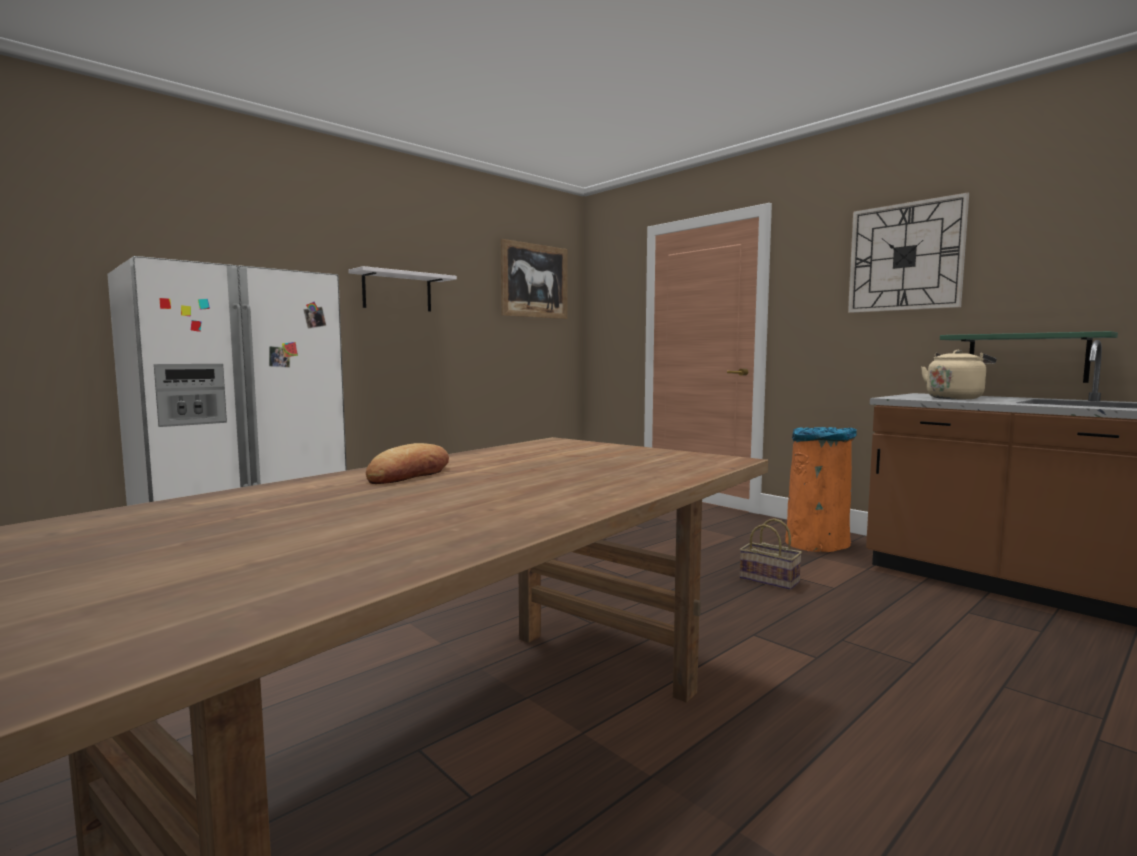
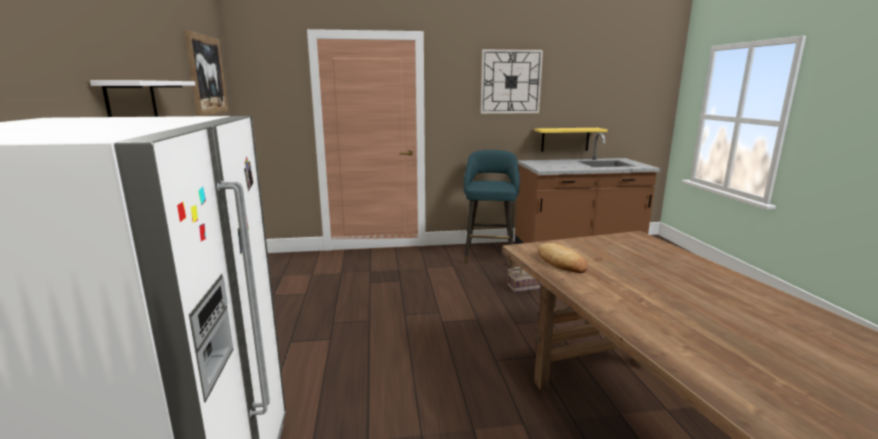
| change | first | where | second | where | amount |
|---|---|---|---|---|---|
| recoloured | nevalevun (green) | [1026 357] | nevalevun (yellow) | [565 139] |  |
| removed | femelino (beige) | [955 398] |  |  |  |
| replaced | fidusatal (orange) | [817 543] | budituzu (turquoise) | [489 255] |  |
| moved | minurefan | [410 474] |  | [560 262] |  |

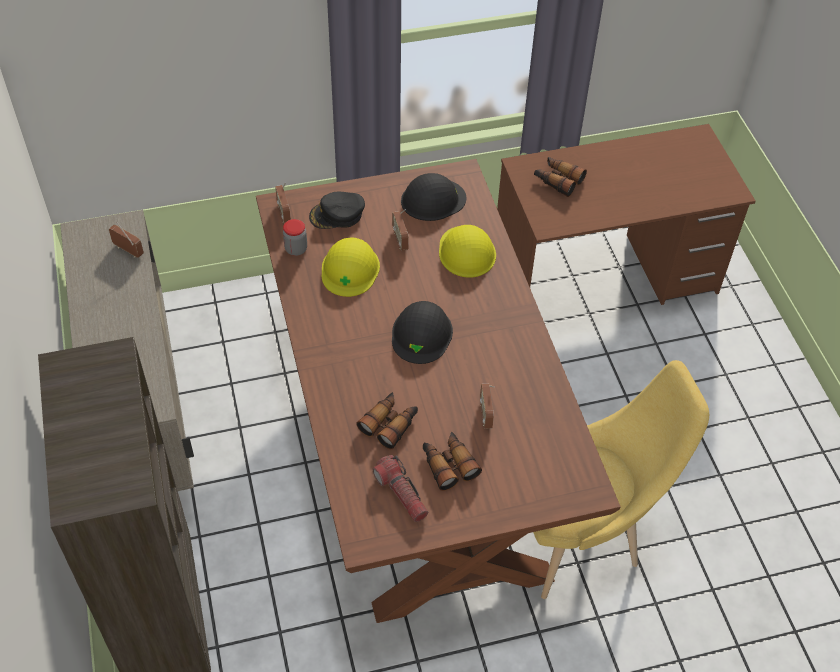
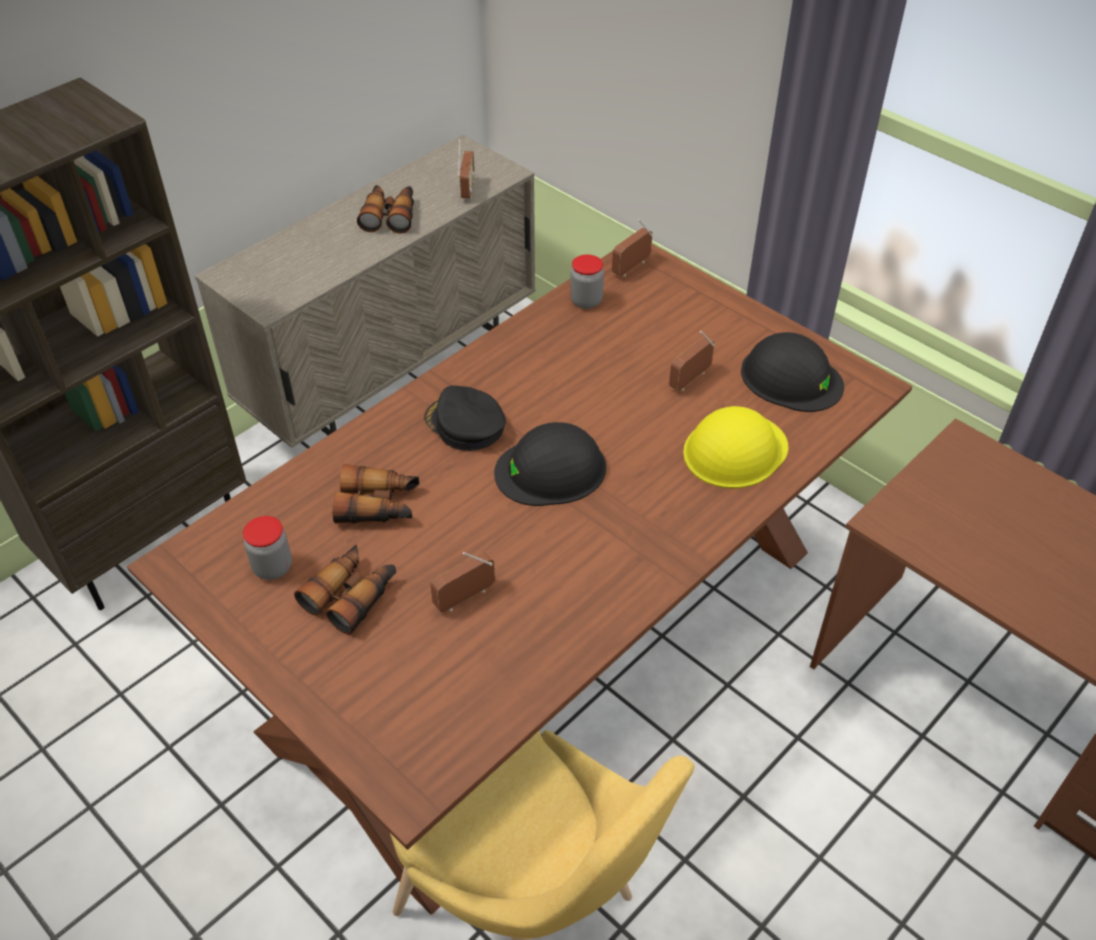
| change | first | where | second | where | amount |
|---|---|---|---|---|---|
| moved | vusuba | [557 180] |  | [390 215] |  |
| moved | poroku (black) | [337 215] |  | [465 424] |  |
| removed | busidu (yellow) | [350 269] |  |  |  |
| replaced | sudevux | [401 494] | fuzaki | [273 567] |  |

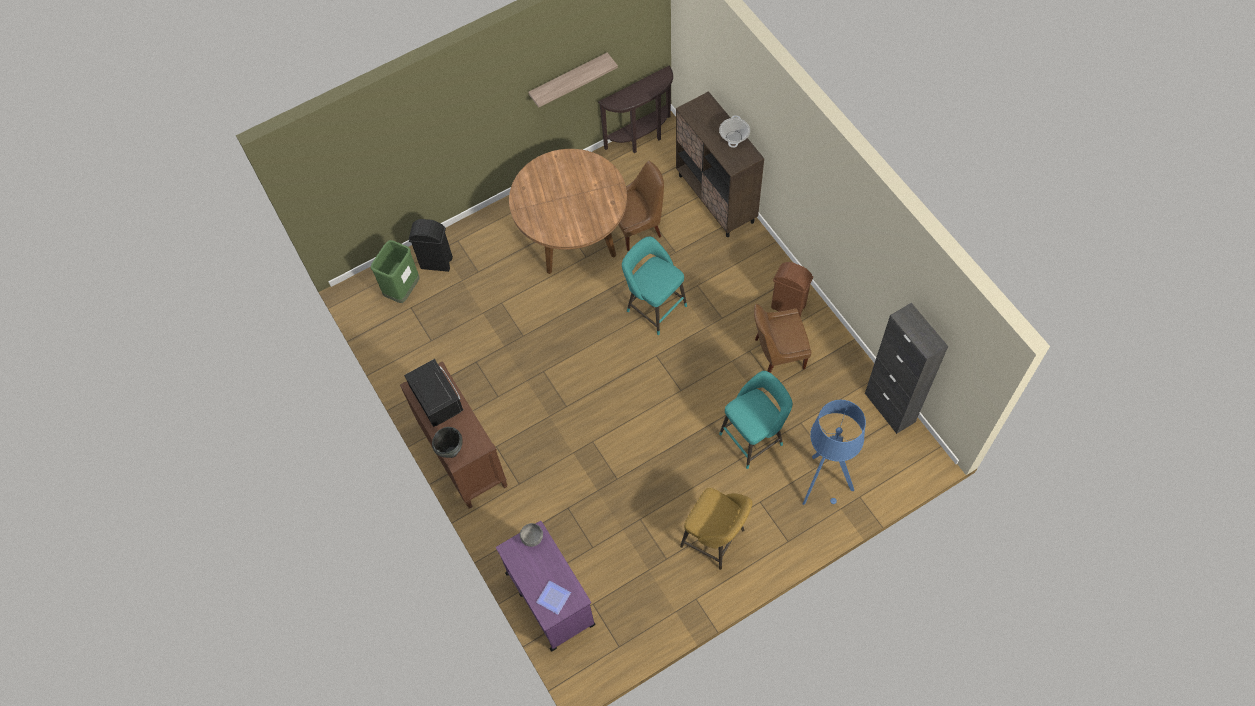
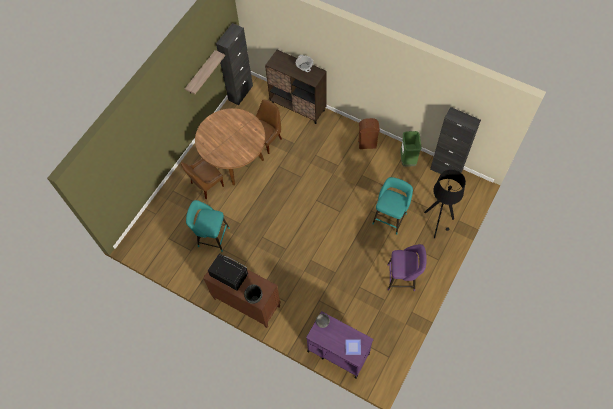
| change | first | where | second | where | amount |
|---|---|---|---|---|---|
| replaced | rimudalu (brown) | [642 138] | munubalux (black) | [240 93] |  |
| removed | fidusatal (black) | [436 262] |  |  |  |
| moved | budituzu (turquoise) | [654 306] |  | [211 237] |  |
| moved | fidusatal (green) | [403 290] |  | [407 160] |  |
| moved | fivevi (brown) | [777 354] |  | [206 185] |  |
| recoloured | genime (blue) | [823 483] | genime (black) | [437 223] |  |
| recoloured | budituzu (yellow) | [715 540] | budituzu (purple) | [403 277] |  |

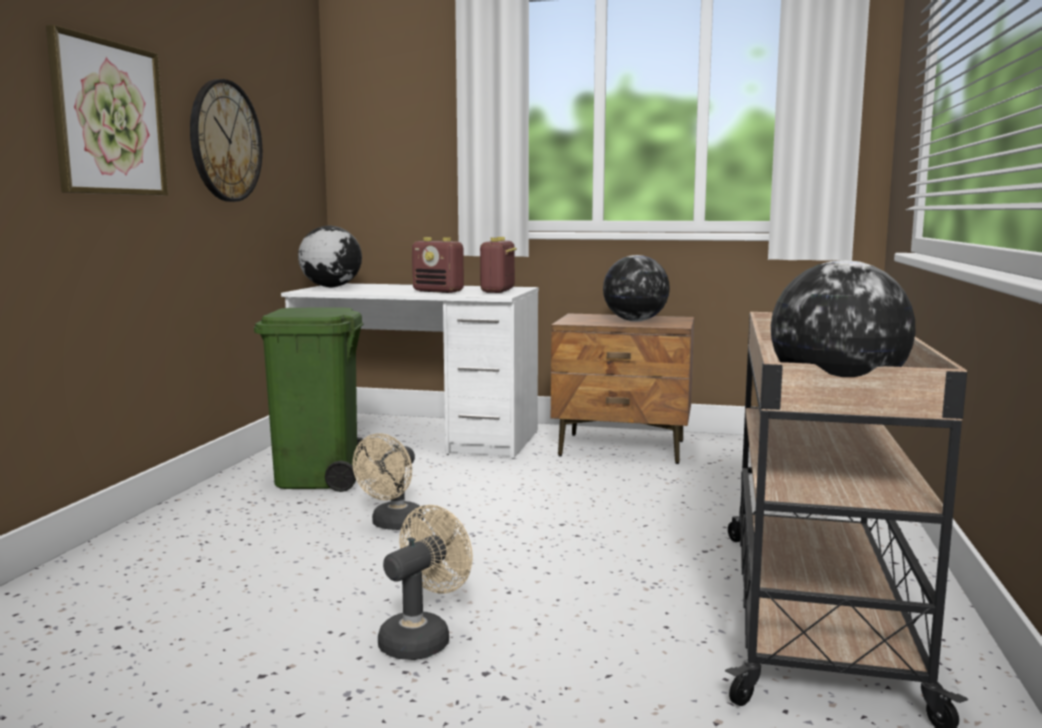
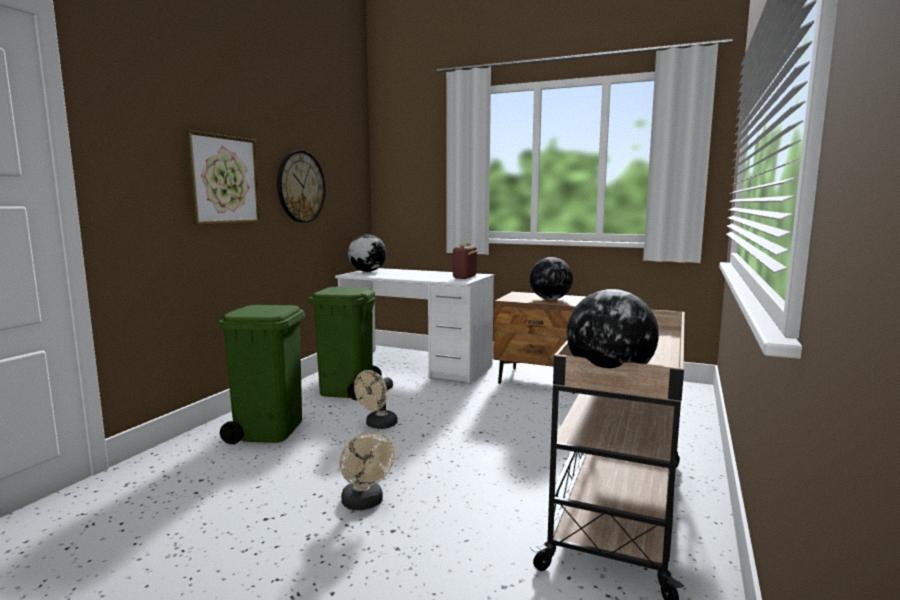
| change | first | where | second | where | amount |
|---|---|---|---|---|---|
| removed | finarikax | [438 291] |  |  |  |
| turned | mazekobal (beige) | [422 638] |  | [365 503] | 105 degrees clockwise |
| added |  |  | fidusatal (green) | [269 430] |  |

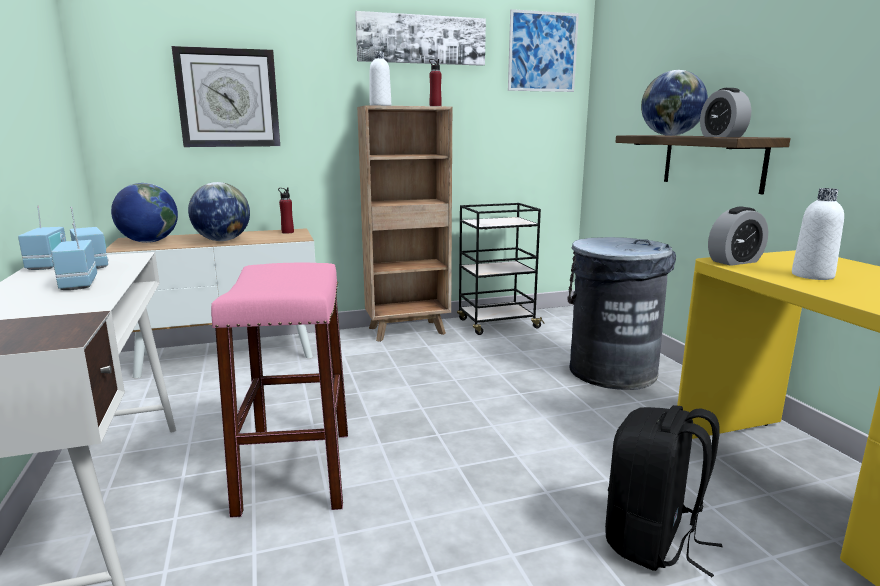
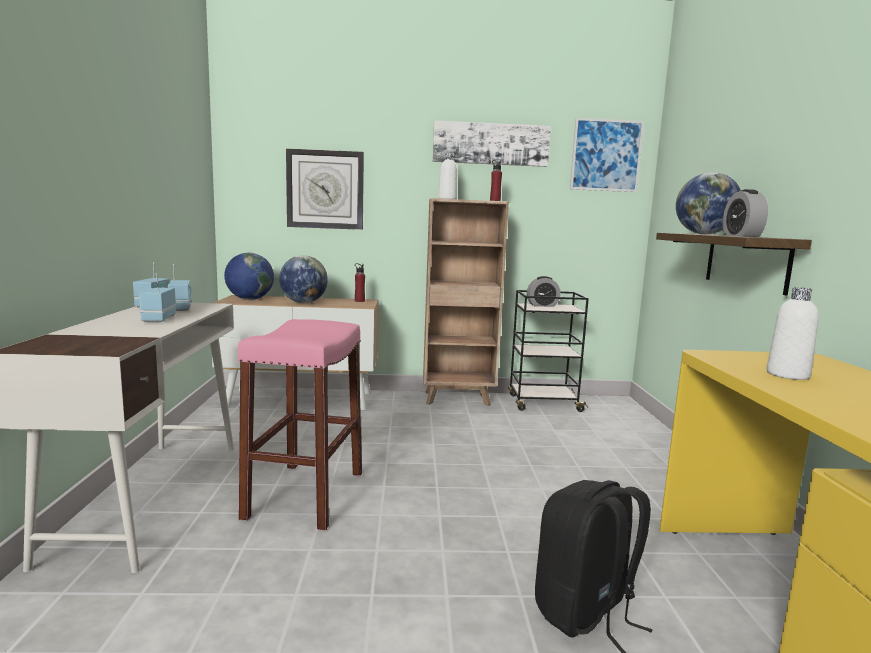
| change | first | where | second | where | amount |
|---|---|---|---|---|---|
| moved | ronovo | [734 261] |  | [542 305] |  |
| removed | fidusatal (grey) | [612 371] |  |  |  |

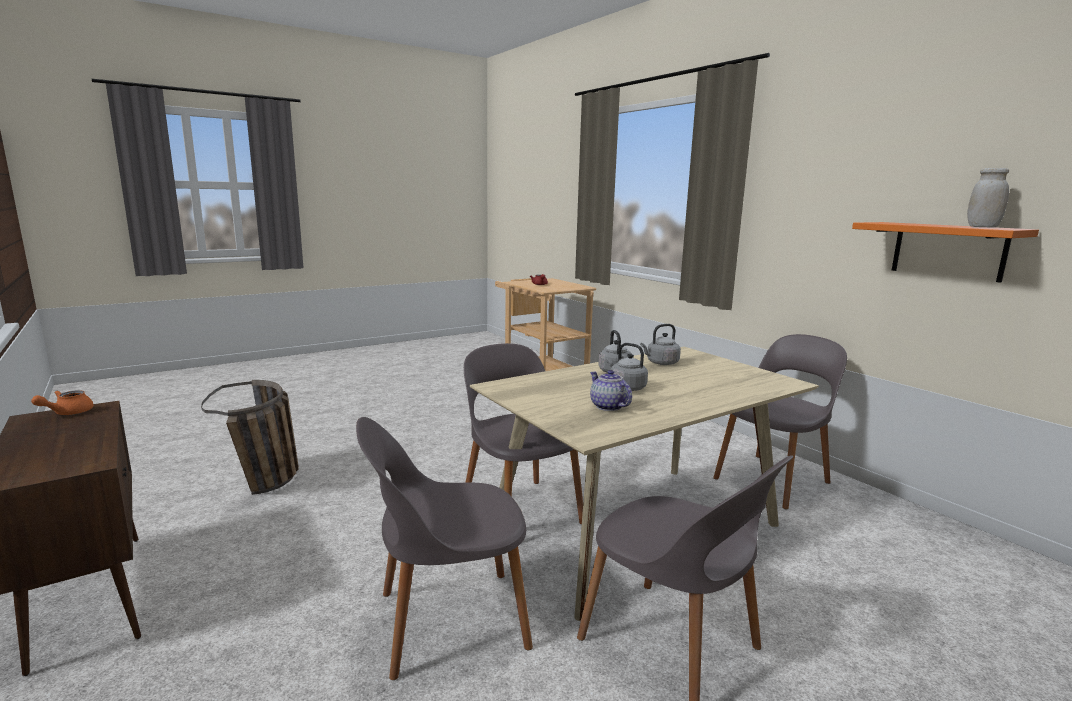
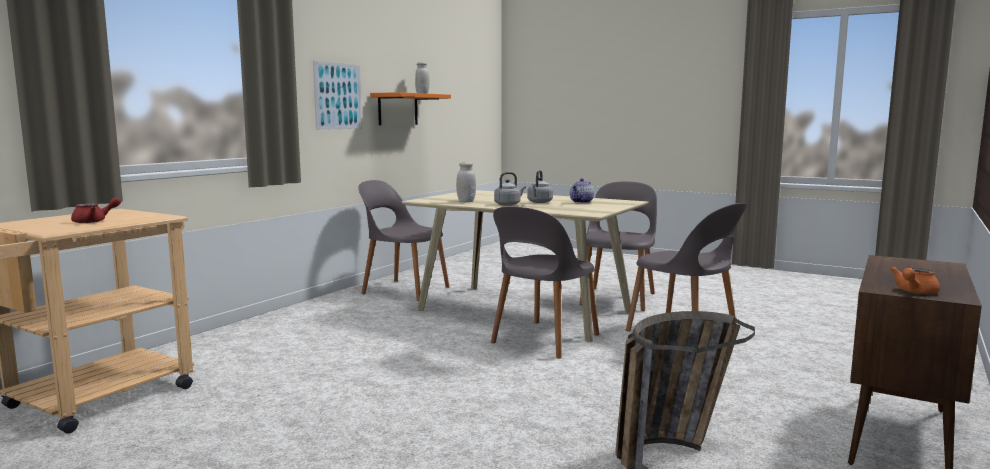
| change | first | where | second | where | amount |
|---|---|---|---|---|---|
| replaced | femelino (grey) | [661 363] | fuzaki (white) | [466 201] |  |
| turned | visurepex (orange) | [68 413] |  | [914 292] | 135 degrees clockwise |
| added |  |  | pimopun | [338 96] |  |

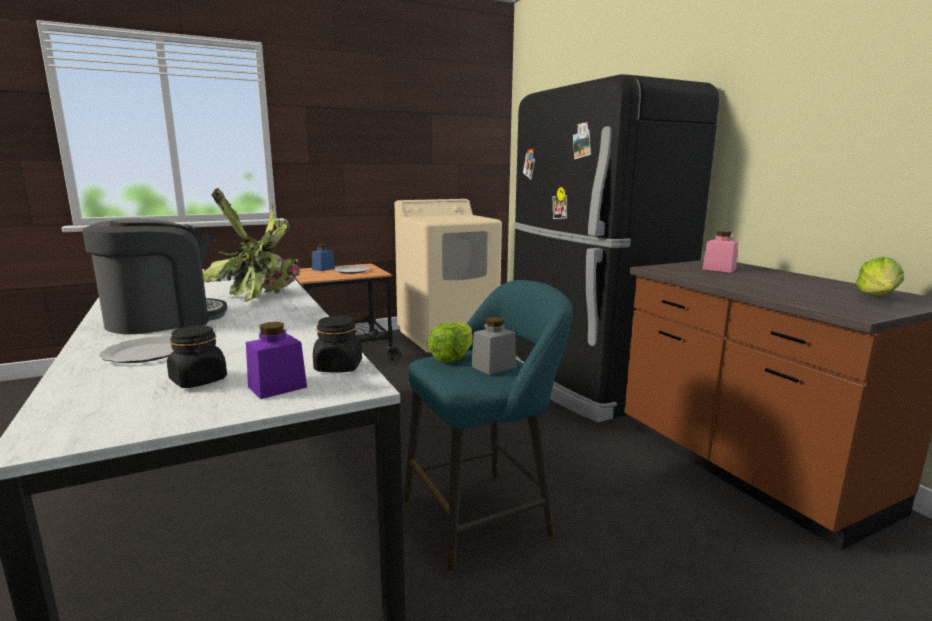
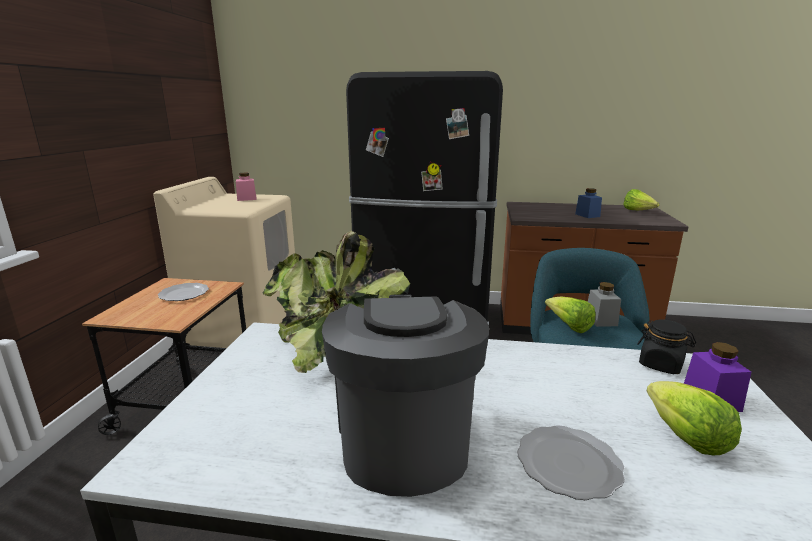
| change | first | where | second | where | amount |
|---|---|---|---|---|---|
| moved | fuzaki (pink) | [719 269] |  | [247 199] |  |
| moved | fuzaki (blue) | [323 269] |  | [587 215] |  |
| replaced | fuzaki (black) | [199 380] | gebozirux | [686 437] |  |

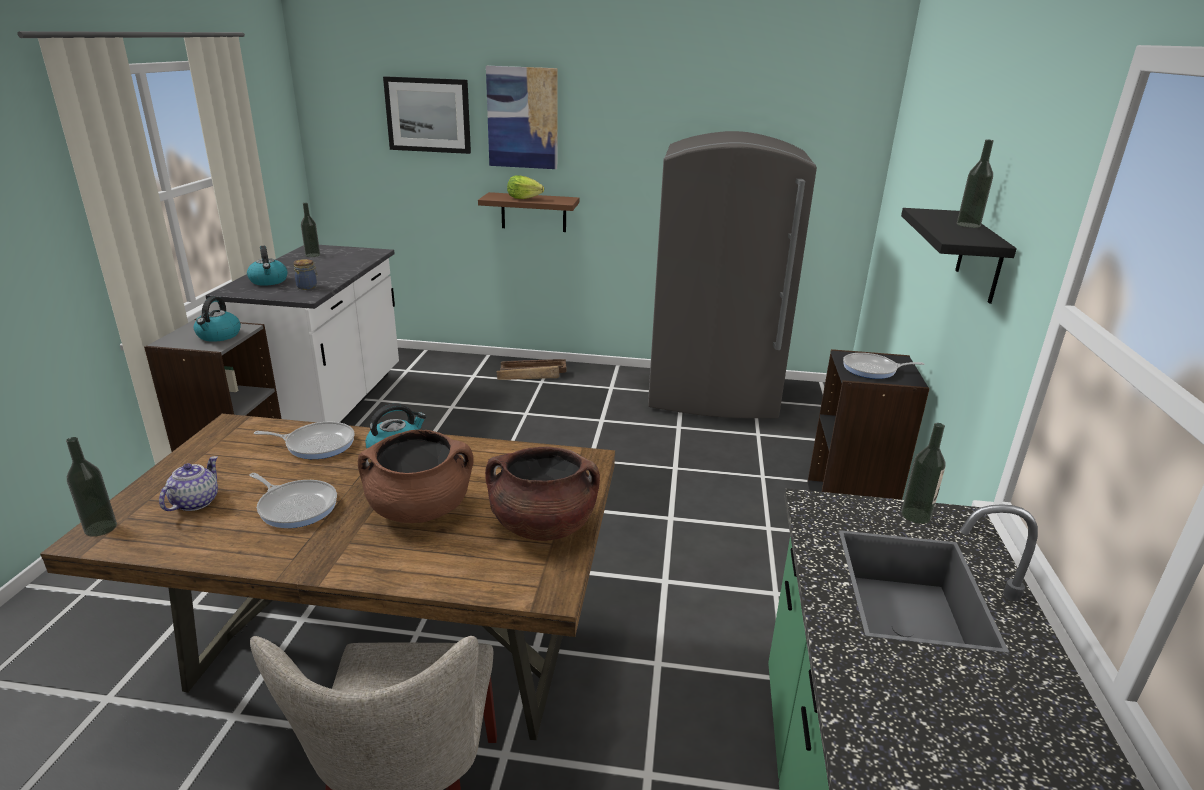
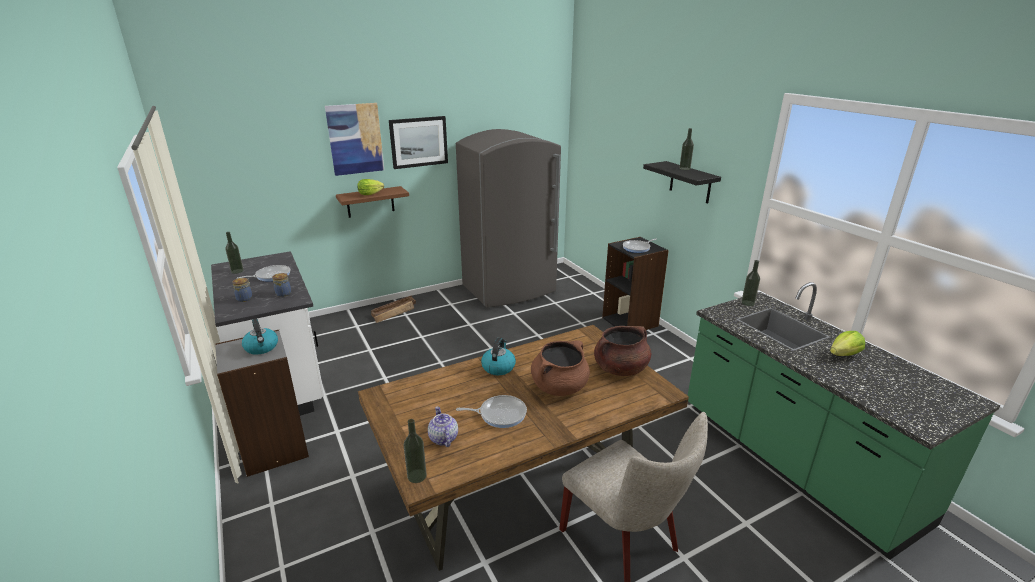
| change | first | where | second | where | amount |
|---|---|---|---|---|---|
| moved | pimopun | [428 115] |  | [418 142] |  |
| replaced | femelino | [269 281] | fuzaki | [245 298] |  |
| moved | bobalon | [317 444] |  | [271 276] |  |
| added |  |  | gebozirux | [844 355] |  |

